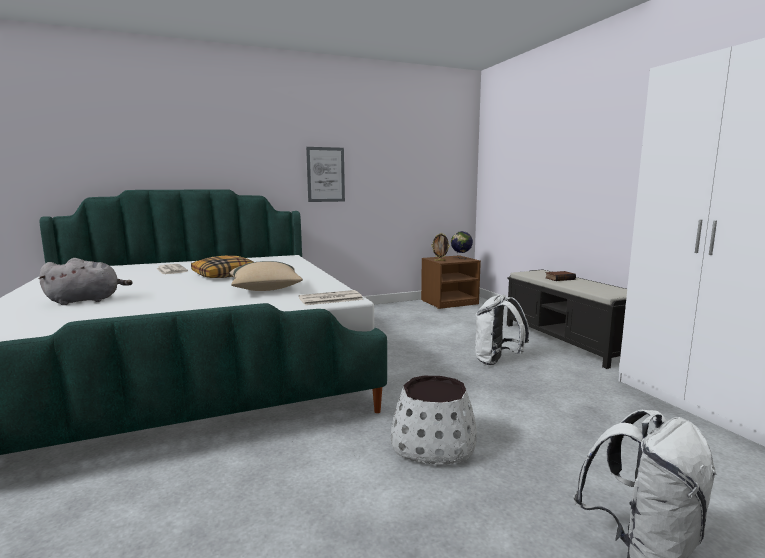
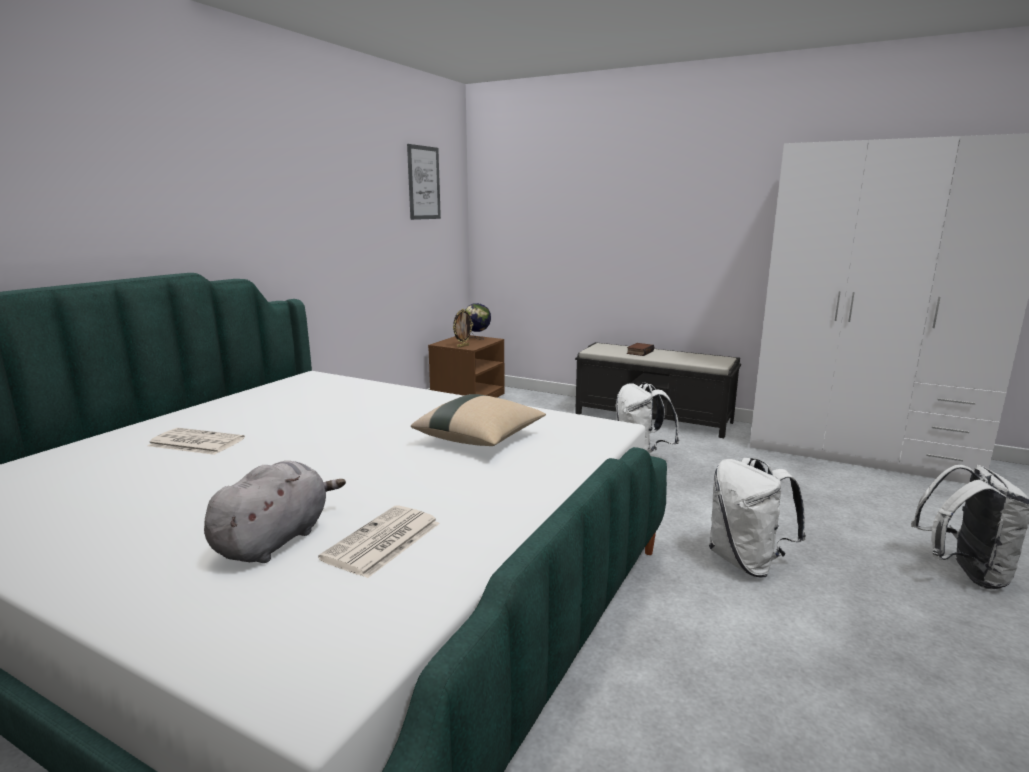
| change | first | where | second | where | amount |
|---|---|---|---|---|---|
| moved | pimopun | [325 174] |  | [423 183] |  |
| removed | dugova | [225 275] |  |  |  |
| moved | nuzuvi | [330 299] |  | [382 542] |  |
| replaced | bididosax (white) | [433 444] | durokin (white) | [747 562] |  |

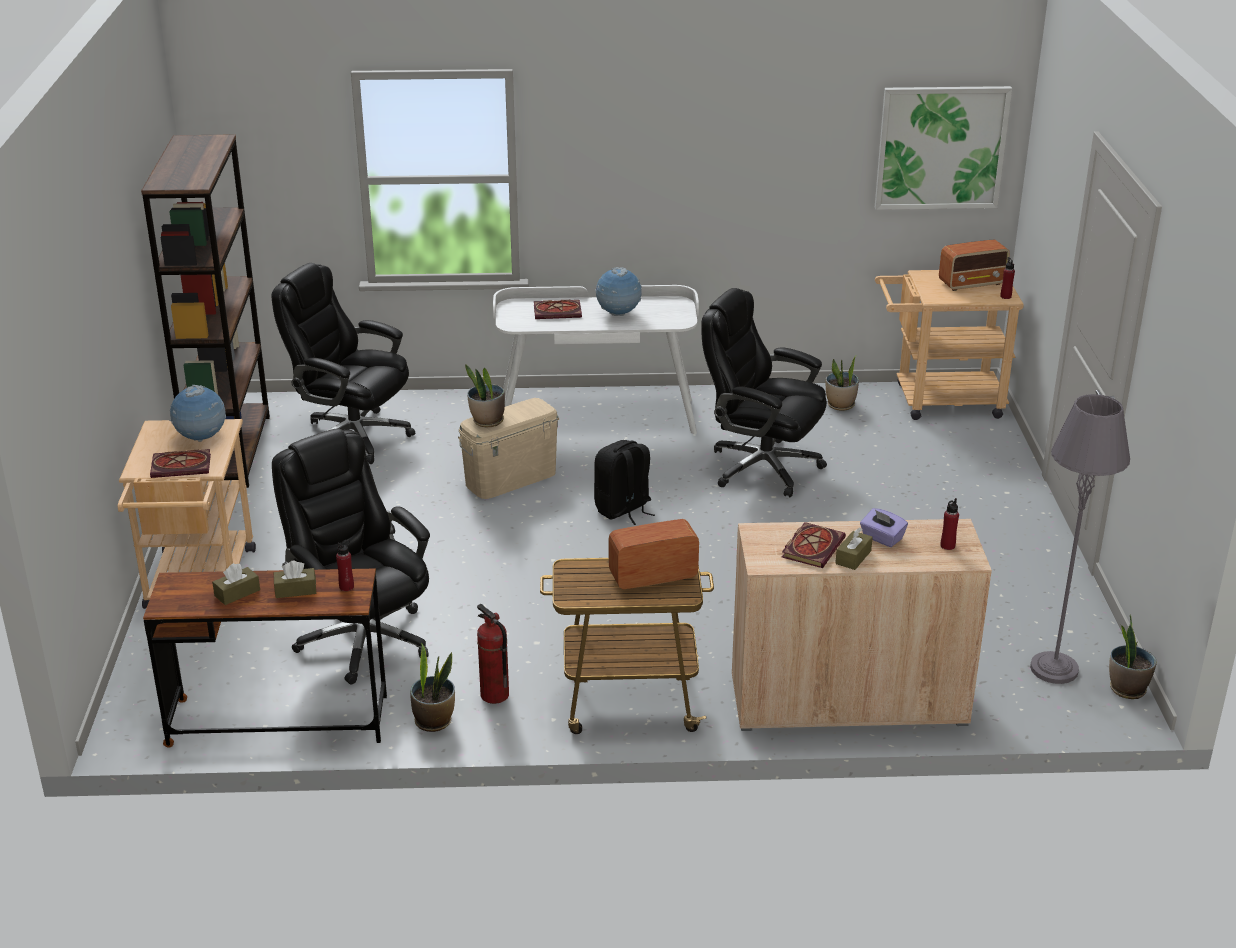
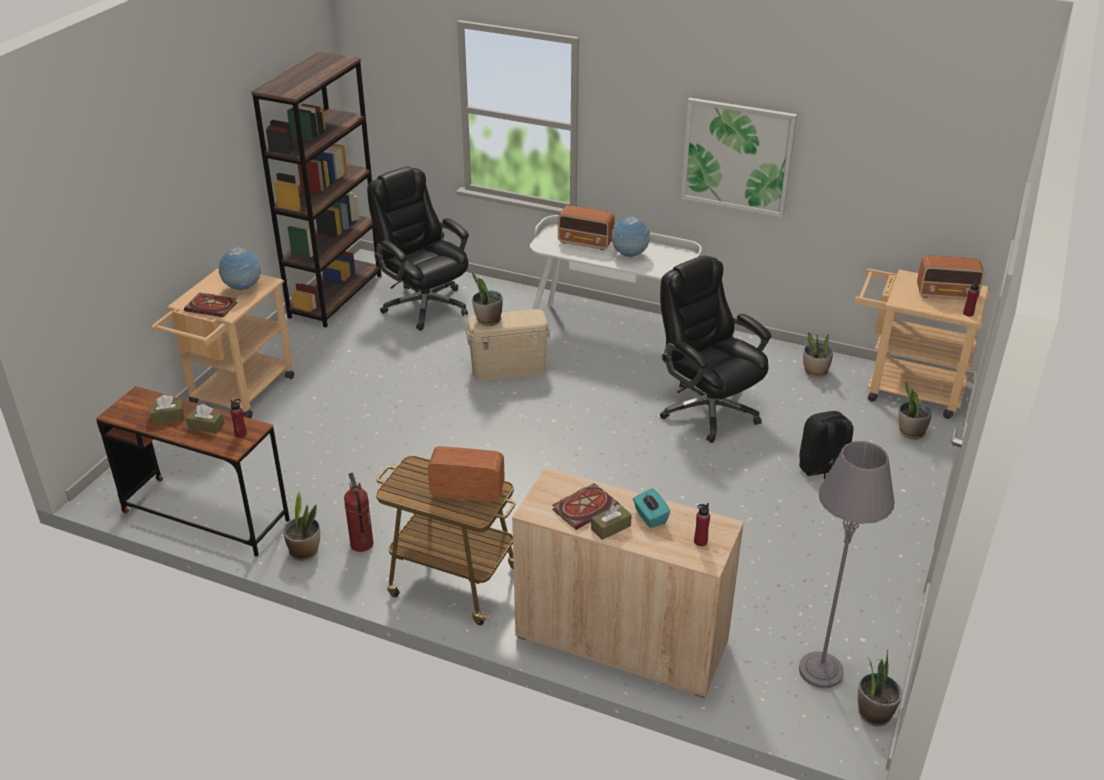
| change | first | where | second | where | amount |
|---|---|---|---|---|---|
| moved | pimopun | [941 147] |  | [737 157] |  |
| replaced | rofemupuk | [558 311] | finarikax | [586 243] |  |
| removed | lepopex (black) | [362 639] |  |  |  |
| moved | durokin (black) | [623 510] |  | [823 469] |  |
| recoloured | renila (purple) | [882 538] | renila (turquoise) | [650 517] |  |
| added |  |  | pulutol | [910 432] |  |

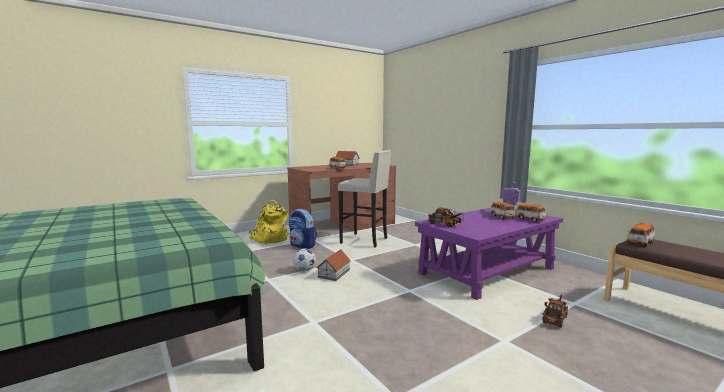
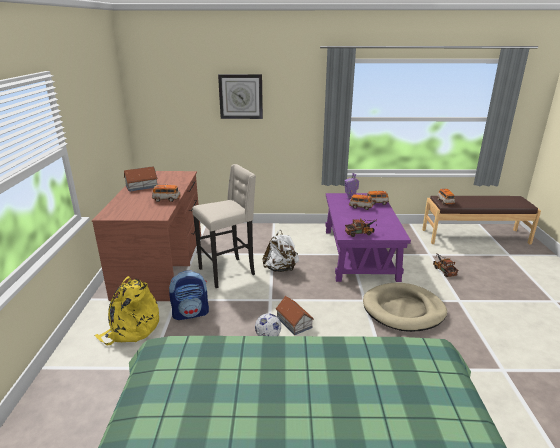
| change | first | where | second | where | amount |
|---|---|---|---|---|---|
| added |  |  | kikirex | [241 96] |  |
| added |  |  | durokin (white) | [281 269] |  |
| added |  |  | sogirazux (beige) | [403 310] |  |

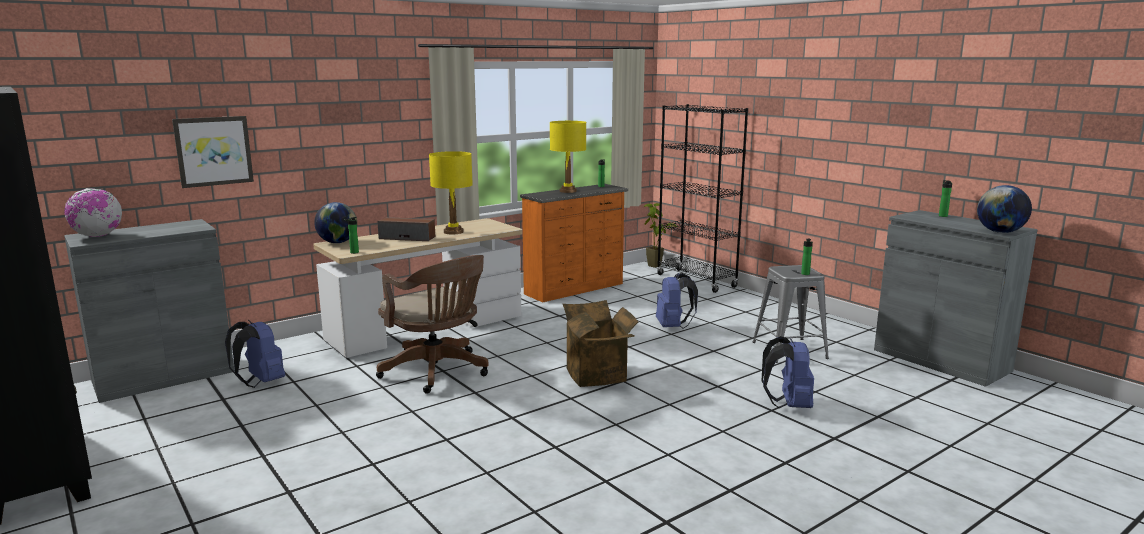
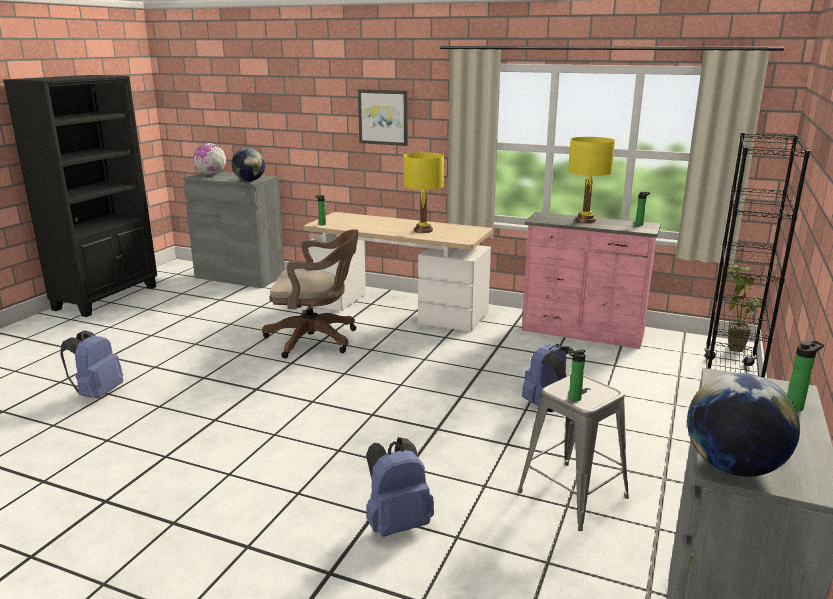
| change | first | where | second | where | amount |
|---|---|---|---|---|---|
| moved | pimopun | [213 151] |  | [383 117] |  |
| recoloured | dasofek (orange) | [575 289] | dasofek (pink) | [582 333] |  |
| moved | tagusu | [337 242] |  | [249 180] |  |
| removed | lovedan | [407 238] |  |  |  |
| turned | lepopex (brown) | [438 372] |  | [317 340] | 105 degrees counterclockwise |
| removed | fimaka | [599 375] |  |  |  |
| moved | durokin (blue) | [260 382] |  | [97 394] |  |

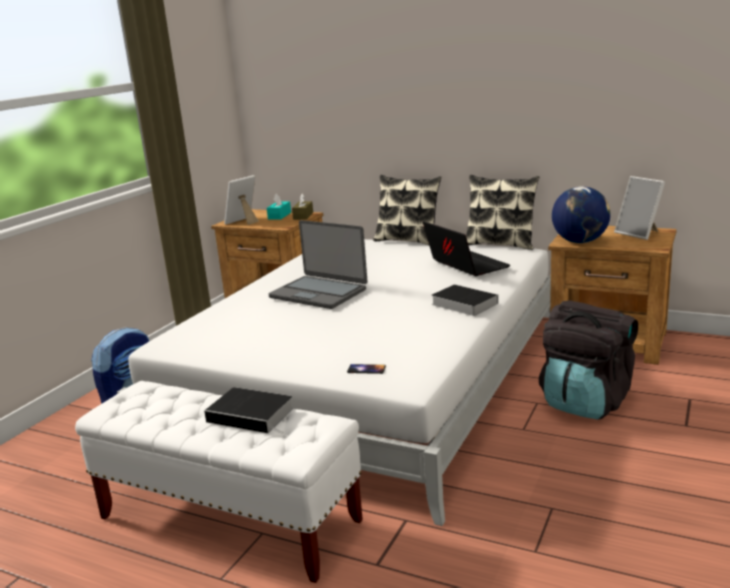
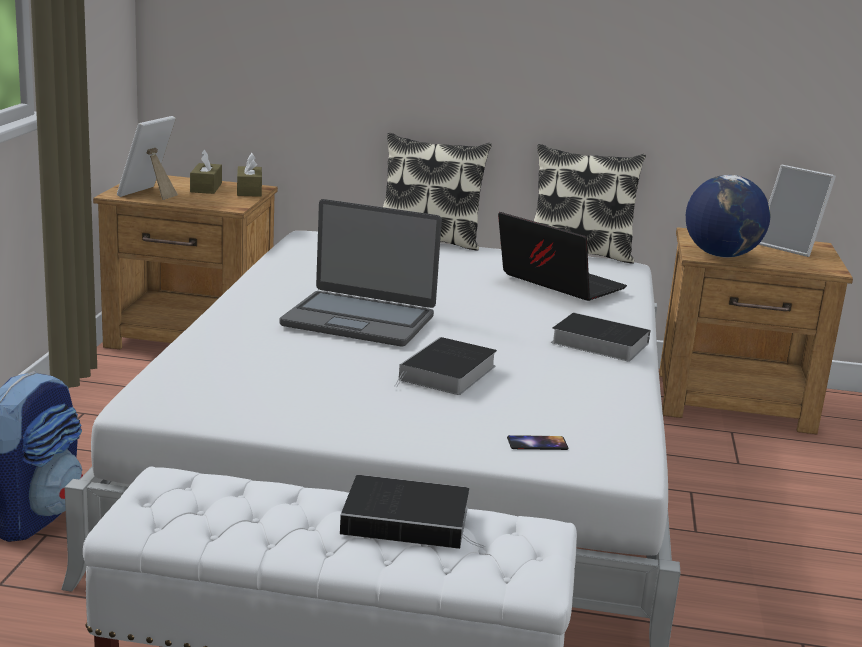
| change | first | where | second | where | amount |
|---|---|---|---|---|---|
| recoloured | renila (turquoise) | [279 216] | renila (brown) | [206 187] |  |
| removed | durokin (black) | [586 402] |  |  |  |
| added |  |  | rofemupuk | [447 374] |  |

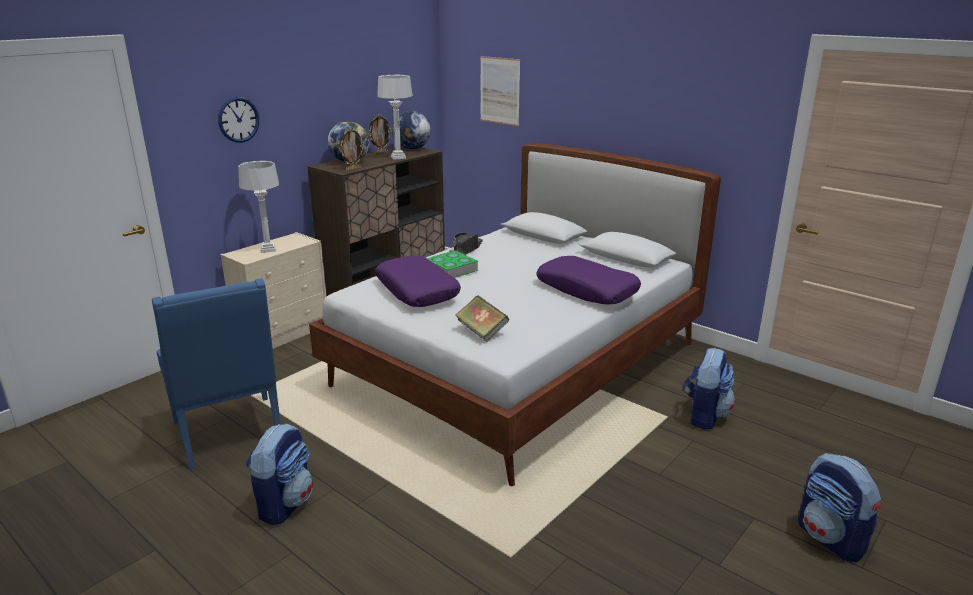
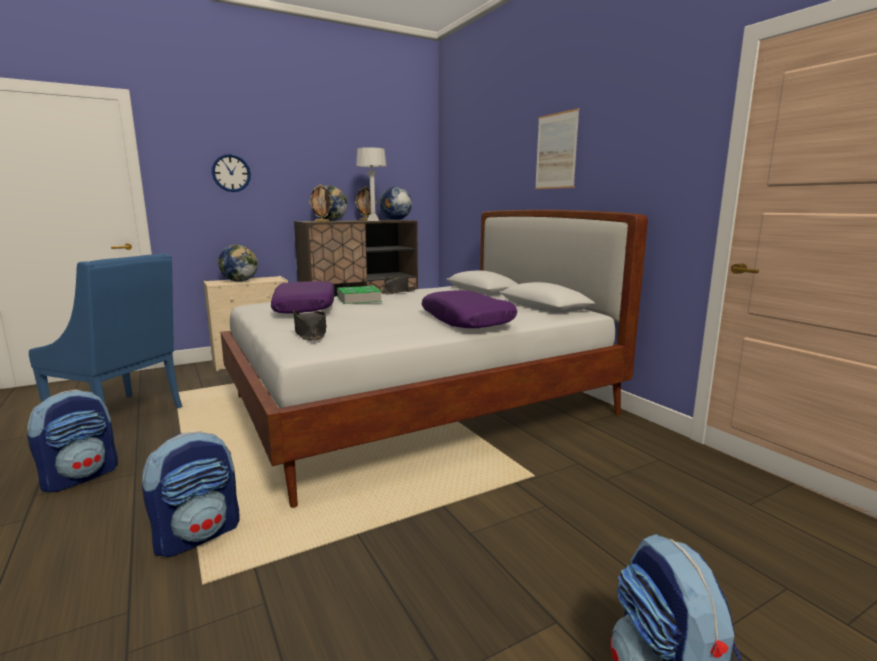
| change | first | where | second | where | amount |
|---|---|---|---|---|---|
| moved | pimopun | [500 90] |  | [556 151] |  |
| replaced | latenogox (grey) | [268 249] | tagusu | [240 281] |  |
| turned | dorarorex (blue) | [230 434] |  | [122 416] | 60 degrees counterclockwise |
| replaced | rofemupuk | [482 331] | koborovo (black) | [310 334] |  |
| moved | durokin | [704 415] |  | [198 535] |  |

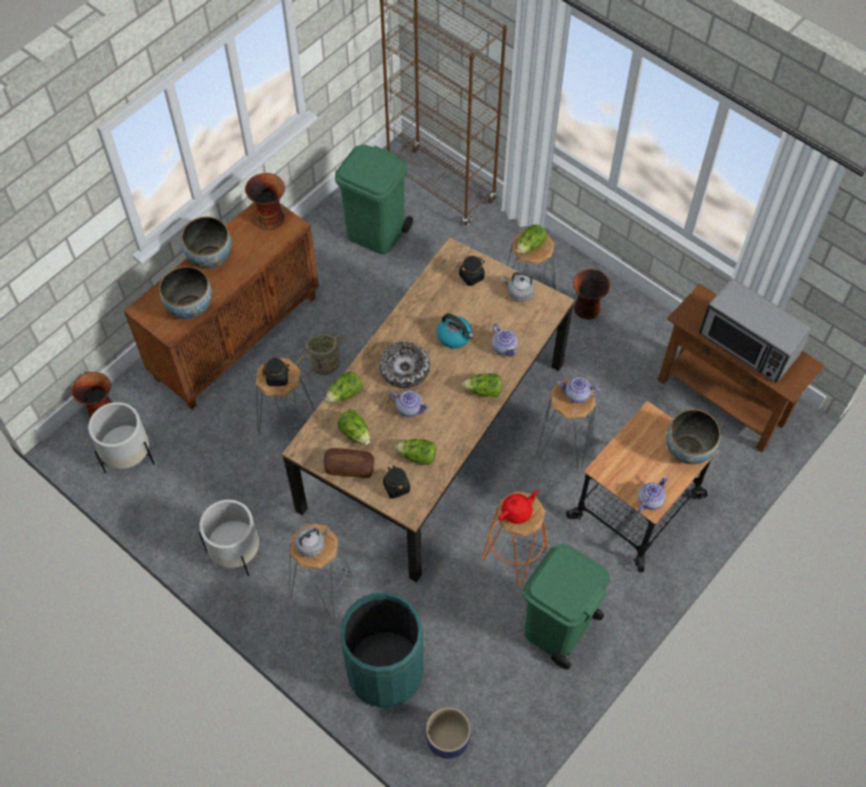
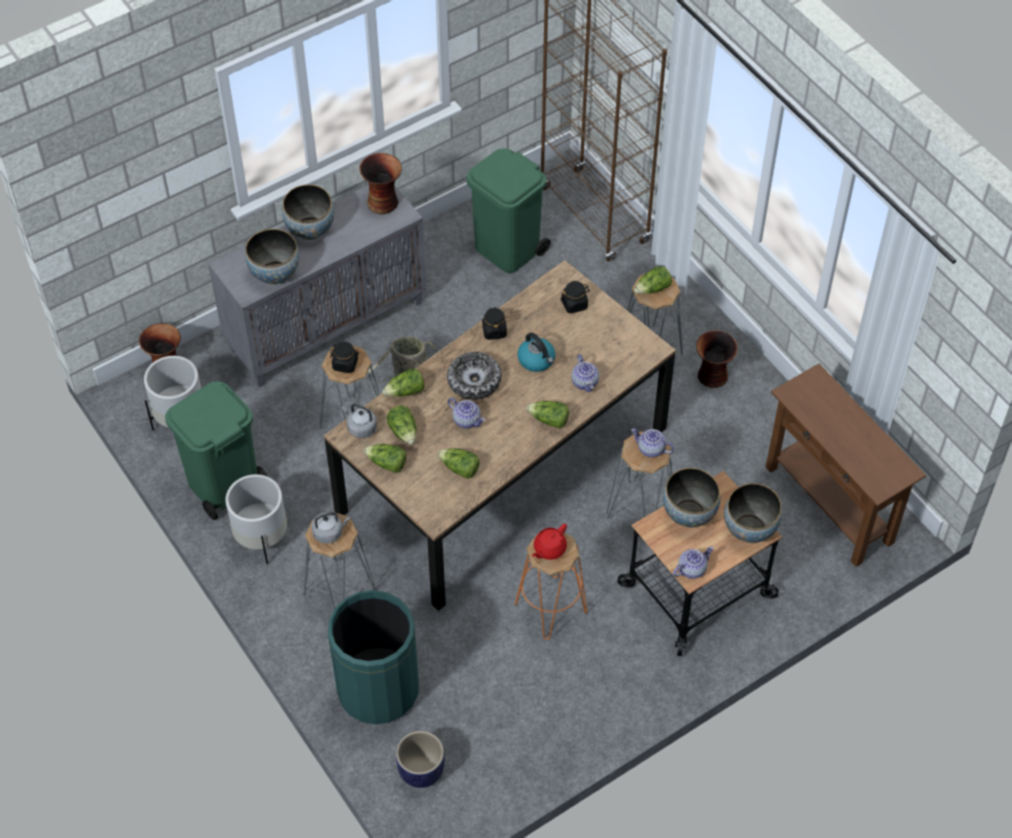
| change | first | where | second | where | amount |
|---|---|---|---|---|---|
| recoloured | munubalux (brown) | [236 336] | munubalux (grey) | [327 324] |  |
| moved | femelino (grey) | [518 293] |  | [360 428] |  |
| removed | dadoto | [748 345] |  |  |  |
| replaced | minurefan | [349 467] | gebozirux | [387 463] |  |
| moved | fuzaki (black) | [396 487] |  | [494 331] |  |
| turned | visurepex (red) | [517 511] |  | [549 549] | 150 degrees clockwise |
| moved | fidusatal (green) | [557 628] |  | [223 484] |  |
| added |  |  | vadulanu | [689 514] |  |

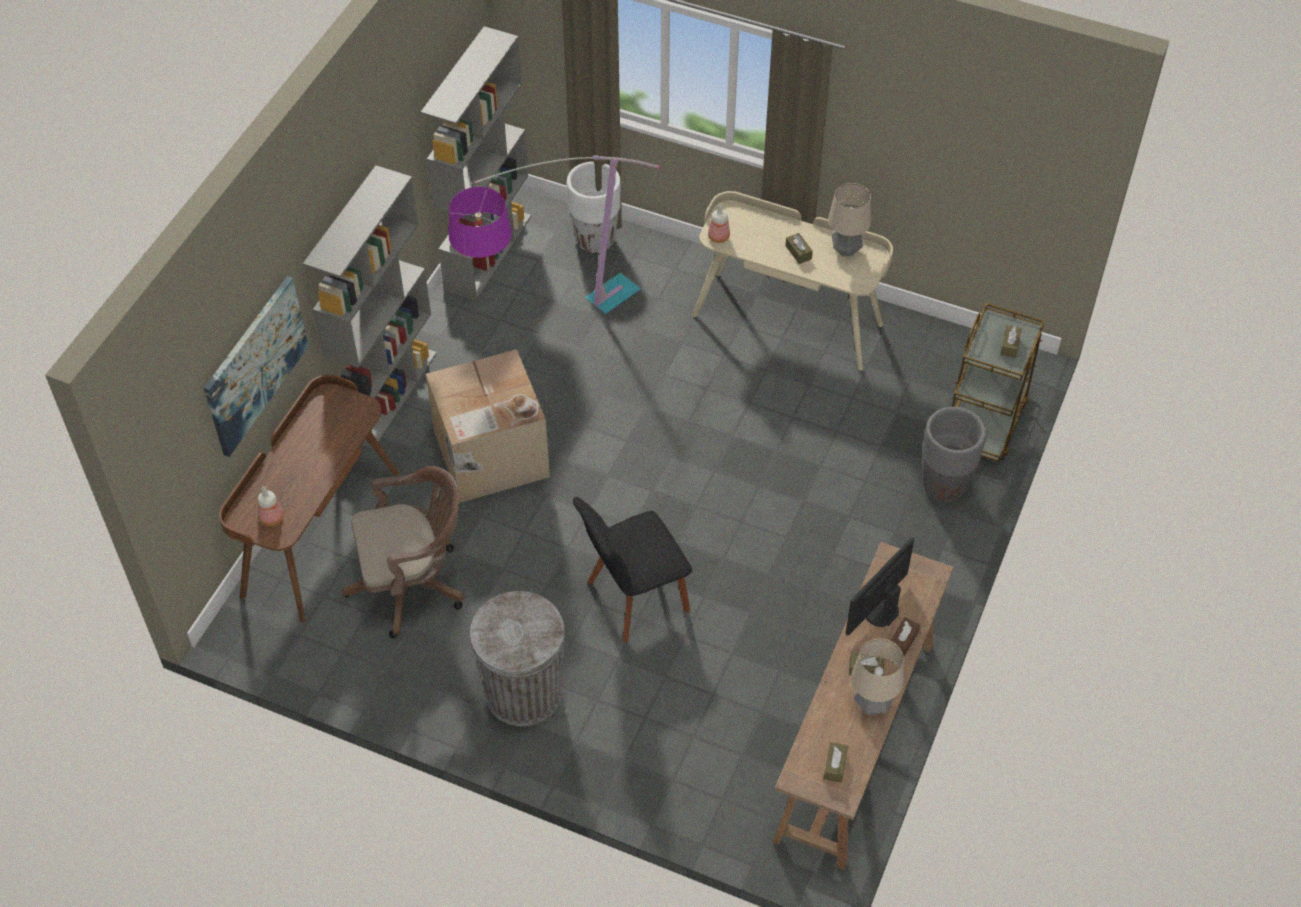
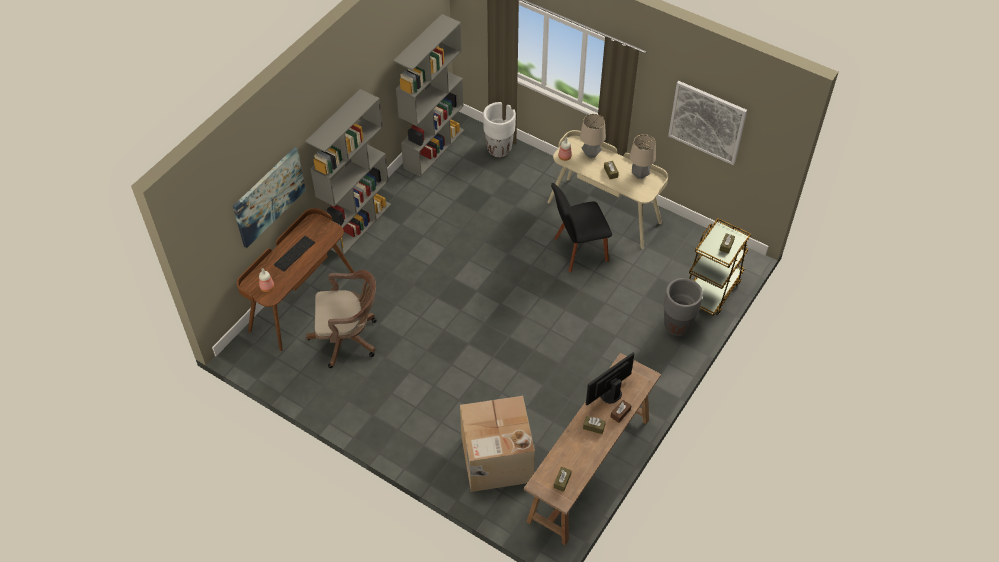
| change | first | where | second | where | amount |
|---|---|---|---|---|---|
| removed | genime | [548 338] |  |  |  |
| moved | fimaka | [490 456] |  | [496 460] |  |
| moved | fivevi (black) | [633 599] |  | [578 250] |  |
| removed | fidusatal (grey) | [523 692] |  |  |  |
| moved | latenogox | [871 705] |  | [590 154] |  |
| added |  |  | pimopun | [707 122] |  |
| added |  |  | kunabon | [294 253] |  |

